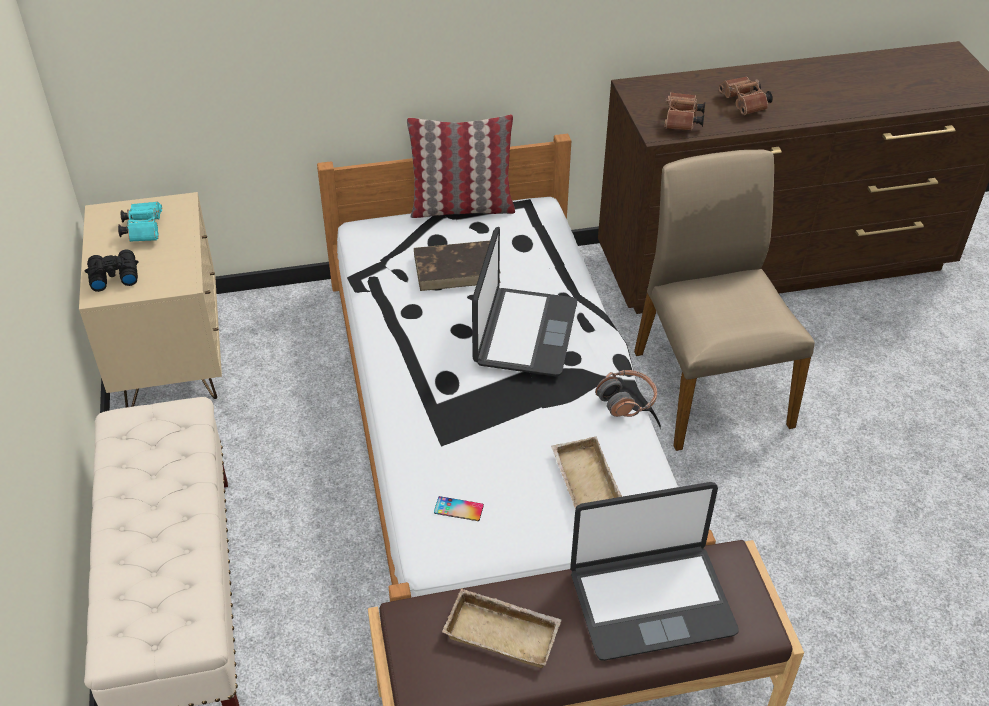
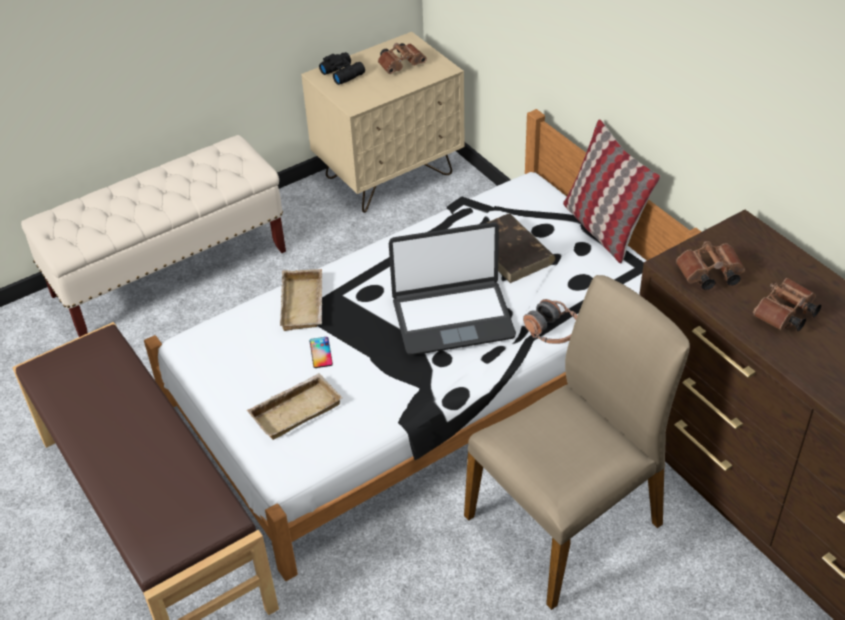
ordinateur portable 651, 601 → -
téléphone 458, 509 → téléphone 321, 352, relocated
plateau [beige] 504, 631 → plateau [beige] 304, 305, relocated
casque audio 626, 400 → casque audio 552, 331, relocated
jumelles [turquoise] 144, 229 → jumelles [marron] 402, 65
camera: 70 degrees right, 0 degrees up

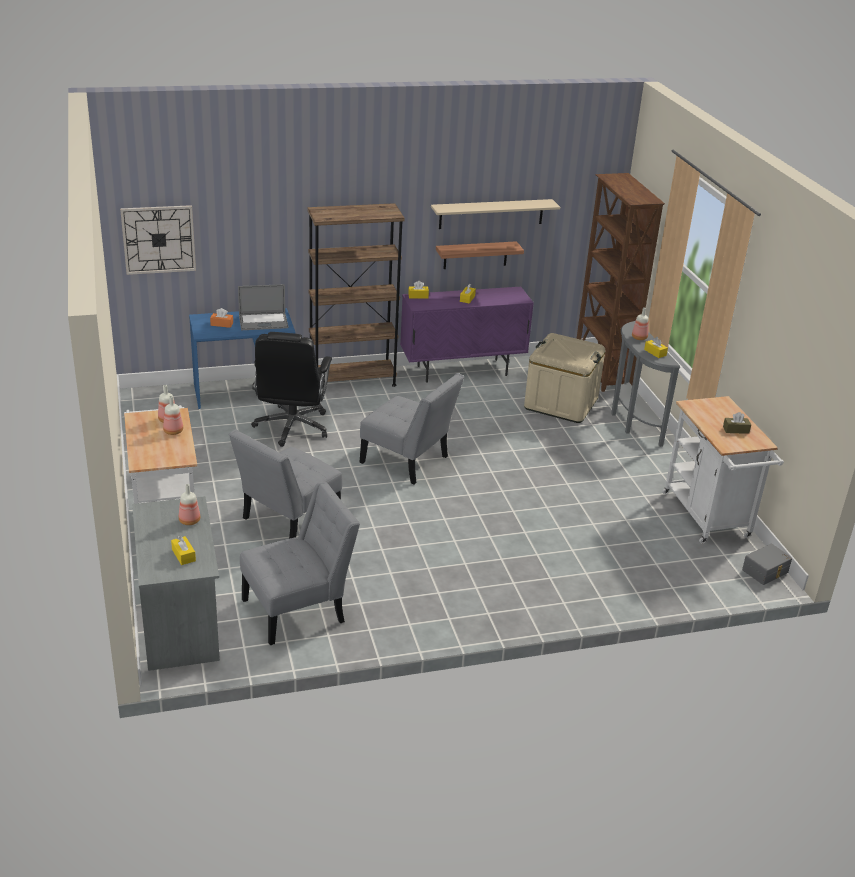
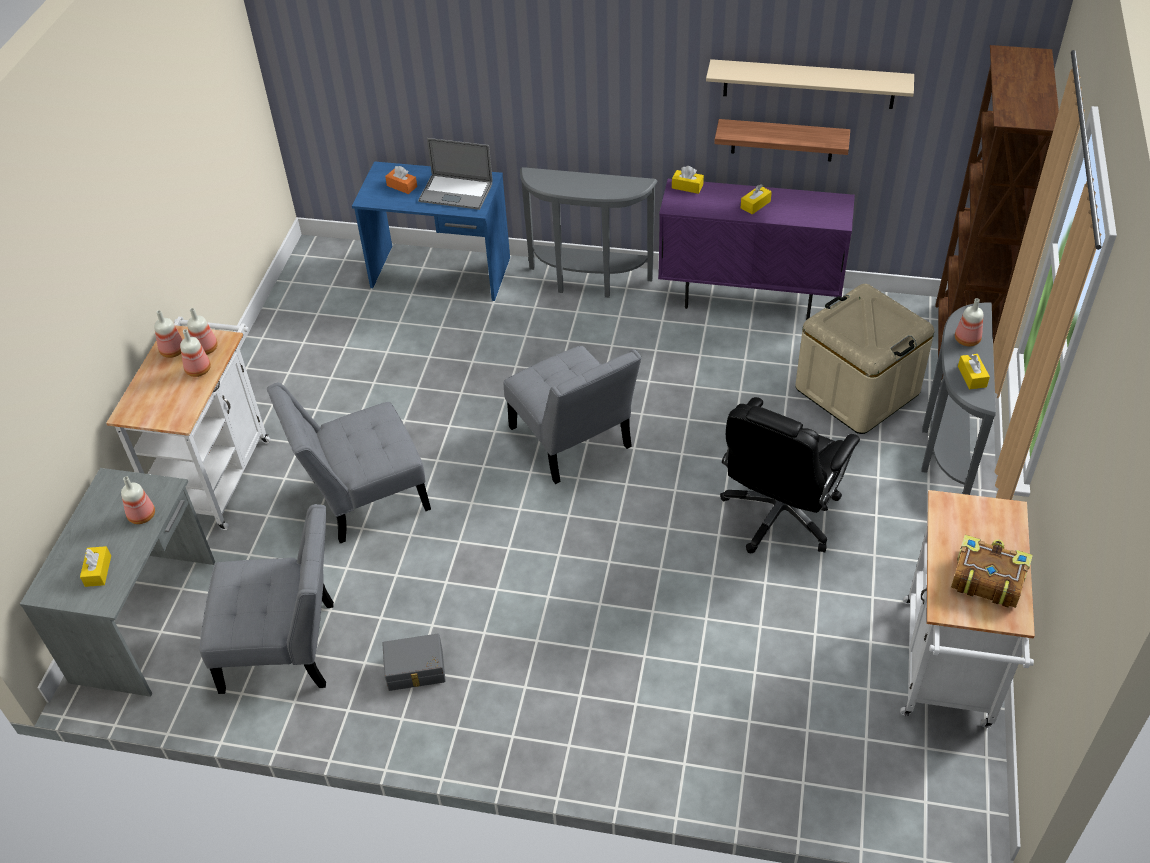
horloge murale 158, 239 → -
- → bouteille 173, 351
chaise de bureau [noir] 292, 427 → chaise de bureau [noir] 779, 515, relocated
boîte de rangement [gris] 766, 571 → boîte de rangement [gris] 415, 670, relocated
bibliothèque [marron] 352, 380 → table console [gris] 588, 283
boîte à mouchoirs [marron] 736, 430 → livre 987, 578
camera: 30 degrees right, 15 degrees up

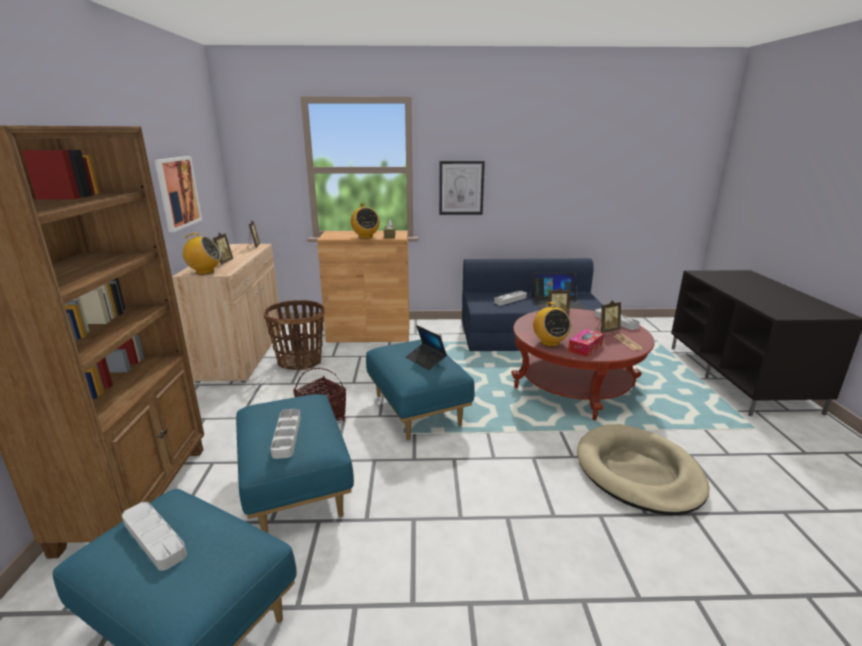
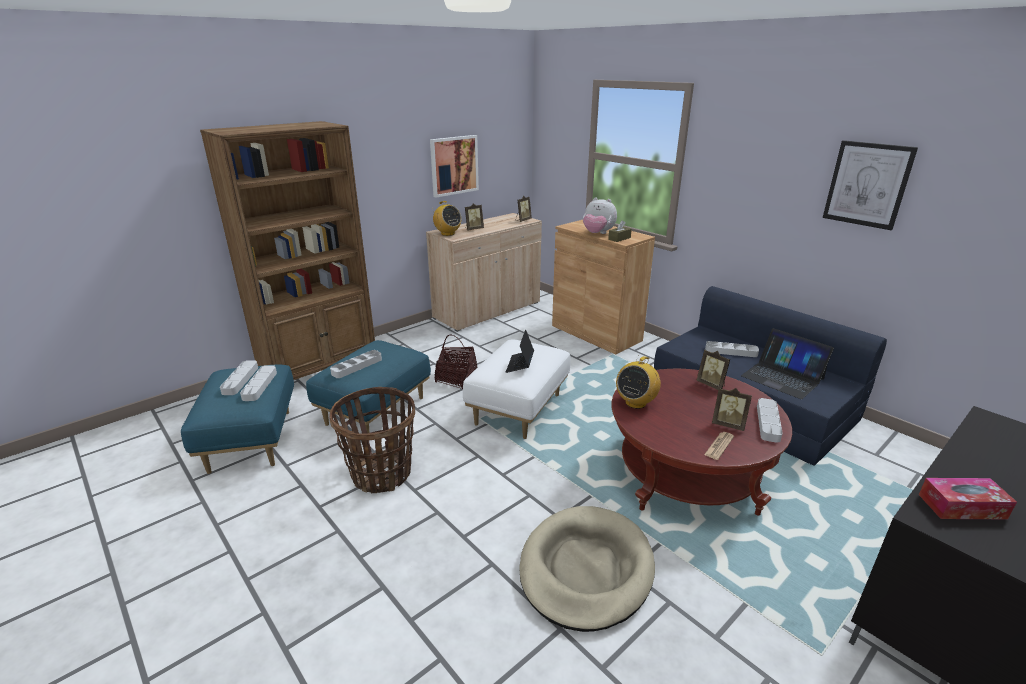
- → plateau [gris] 260, 385
panier 300, 361 → panier 381, 473, relocated
tableau 461, 188 → tableau 867, 184, relocated
boîte à mouchoirs 585, 348 → boîte à mouchoirs 961, 506, relocated
radio 365, 237 → peluche 597, 234
pouf [bleu] 418, 410 → pouf [blanc] 519, 410
camera: 50 degrees right, 5 degrees up

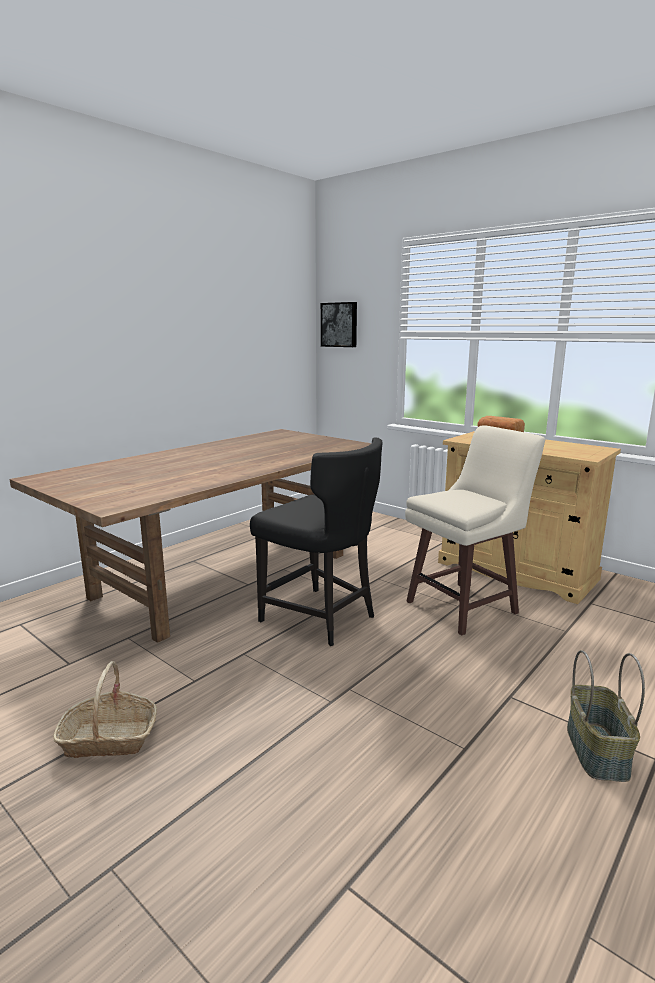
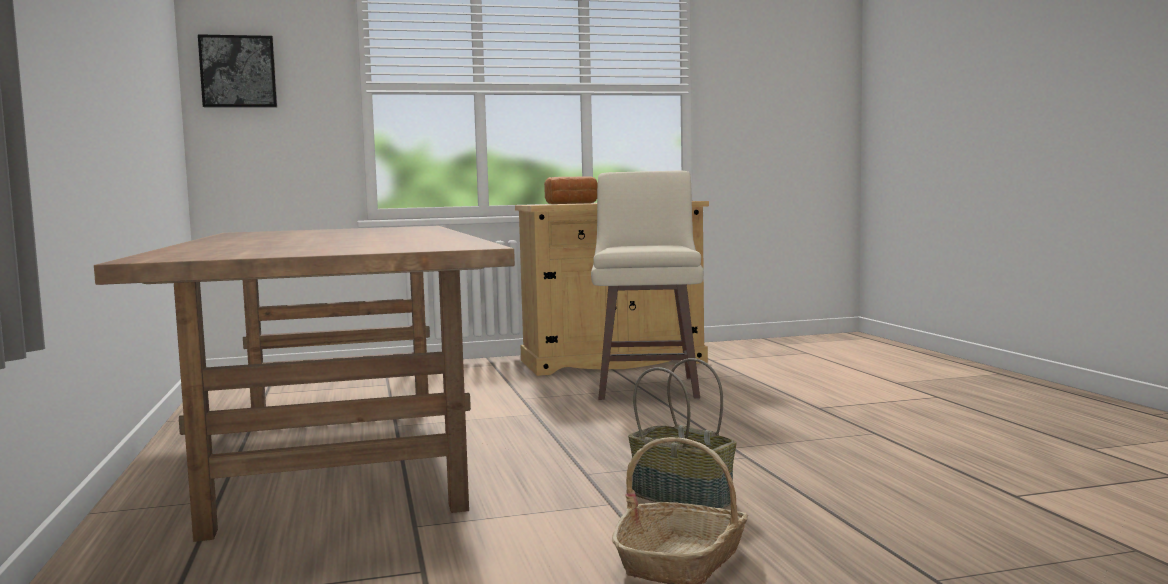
chaise [noir] 320, 618 → -
panier 598, 751 → panier 683, 497, relocated
camera: 55 degrees left, 10 degrees down

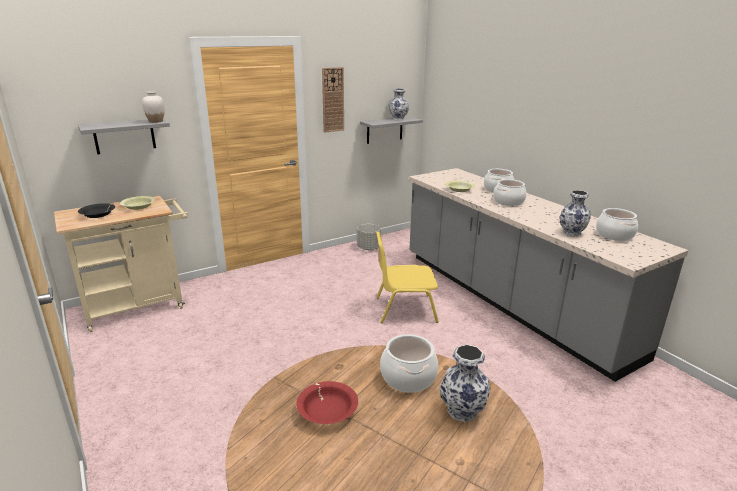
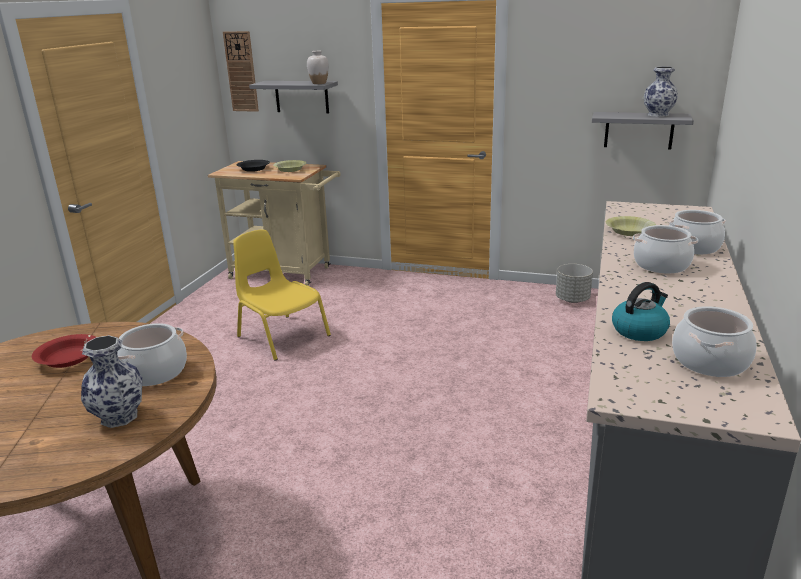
horloge murale 333, 100 → horloge murale 241, 72, relocated
chaise [jaune] 404, 309 → chaise [jaune] 282, 336, relocated
vase 571, 232 → bouilloire 639, 330
camera: 50 degrees right, 0 degrees up

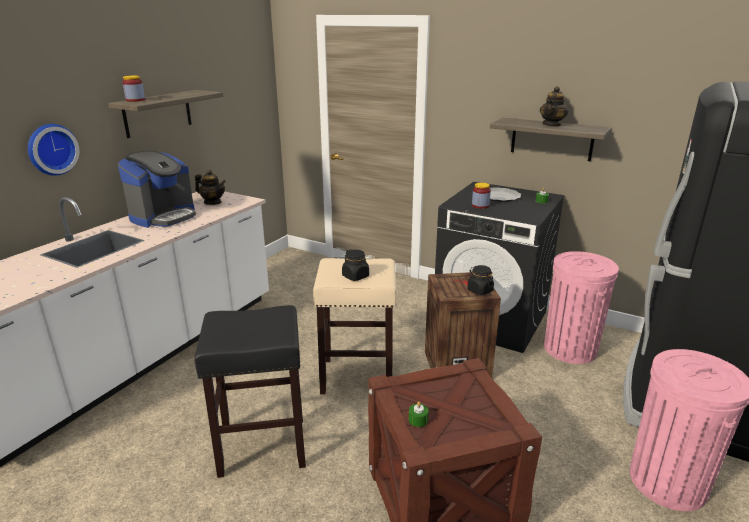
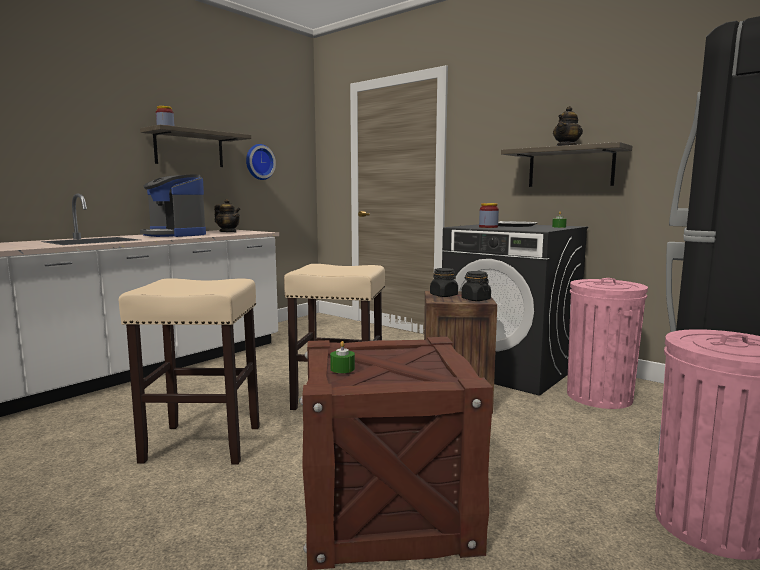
horloge murale 51, 149 → horloge murale 259, 162, relocated
bocal [noir] 355, 276 → bocal [noir] 444, 295, relocated
tabouret [noir] 261, 447 → tabouret [beige] 201, 444
machine à café 164, 216 → machine à café 175, 234, 90 degrees clockwise
camera: 10 degrees right, 15 degrees down

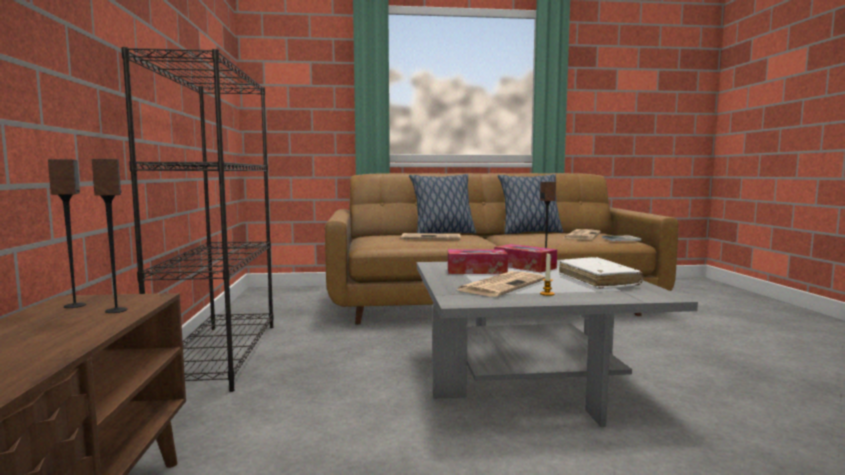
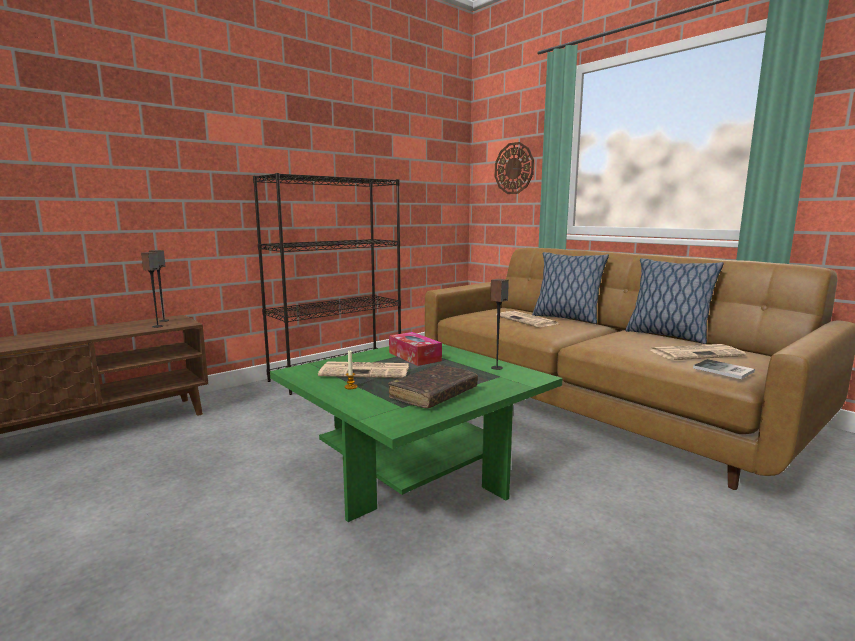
boîte à mouchoirs 524, 266 → -
- → horloge murale 514, 168
table basse [gris] 529, 379 → table basse [vert] 413, 469
livre [blanc] 598, 281 → livre [marron] 433, 394
camera: 55 degrees right, 5 degrees up

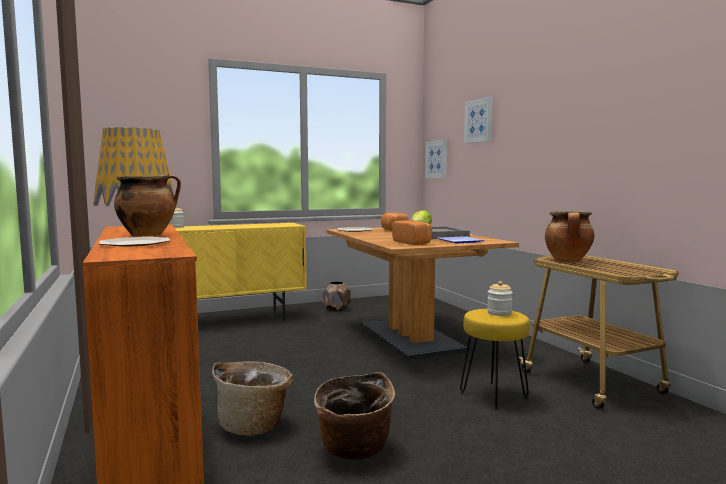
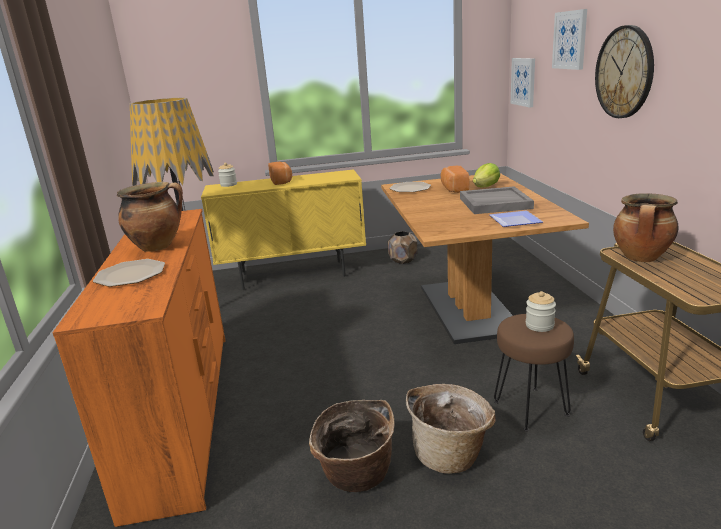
- → horloge murale 624, 72
panier 254, 425 → panier 450, 454, relocated
pain 413, 243 → pain 282, 181, relocated
tabouret [jaune] 493, 396 → tabouret [marron] 530, 409
camera: 15 degrees right, 15 degrees up

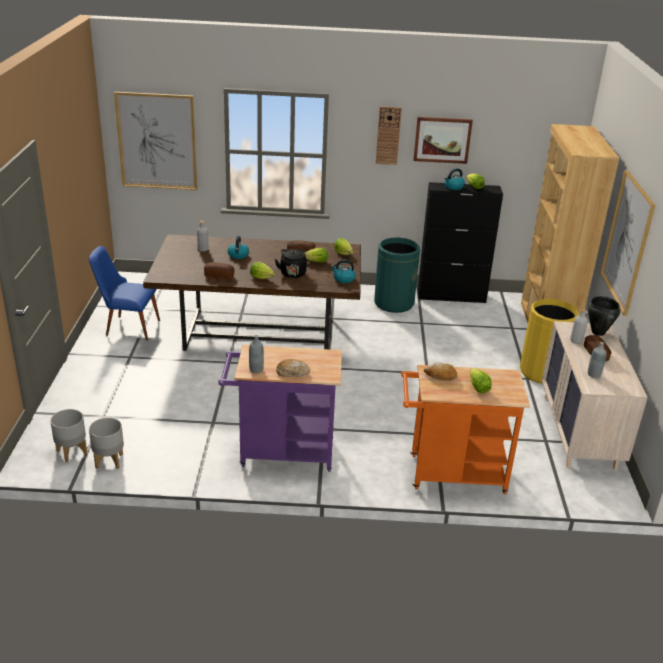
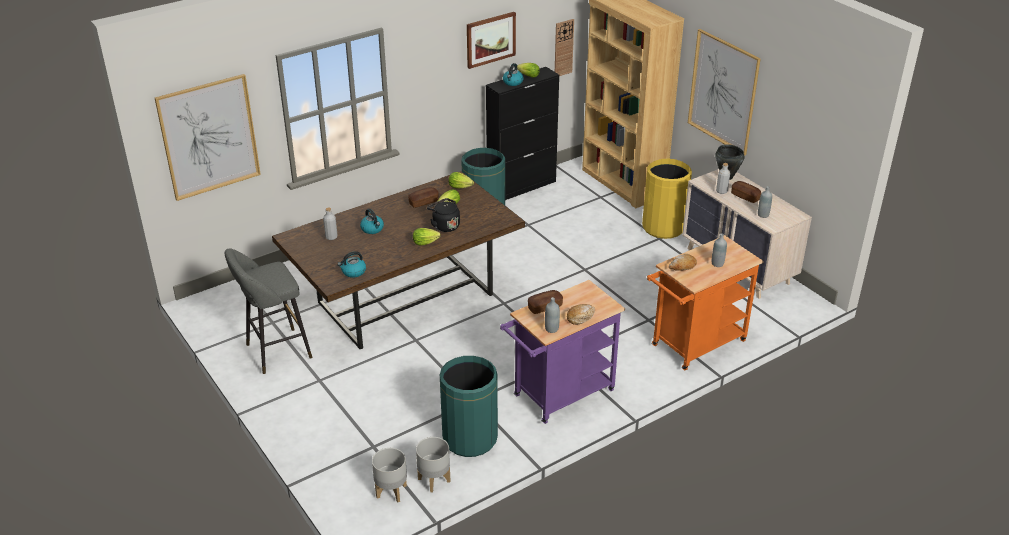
- → poubelle [vert] 470, 438
pain 219, 276 → pain 545, 307, relocated
bouilloire 343, 279 → bouilloire 353, 272, relocated
horloge murale 388, 135 → horloge murale 563, 48, relocated
chaise [bleu] 127, 327 → tabouret [gris] 274, 352
laitue 478, 388 → bouteille [gris] 717, 264
camera: 35 degrees left, 5 degrees up

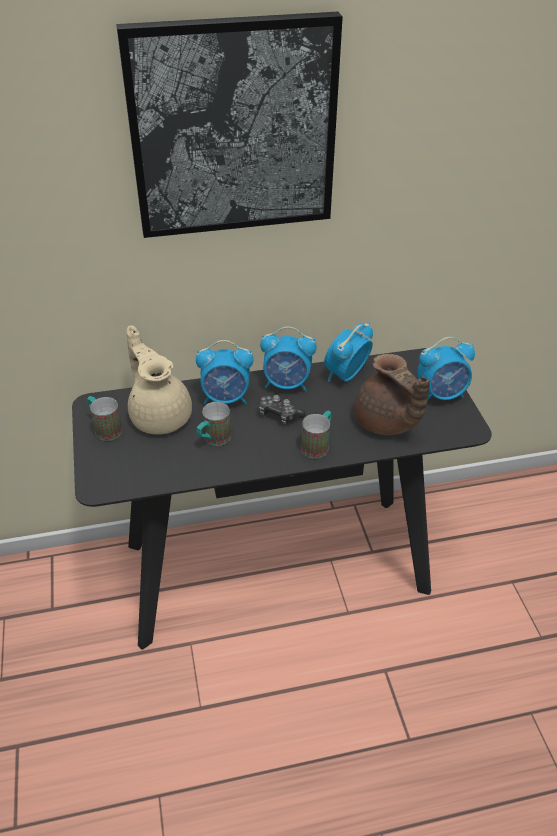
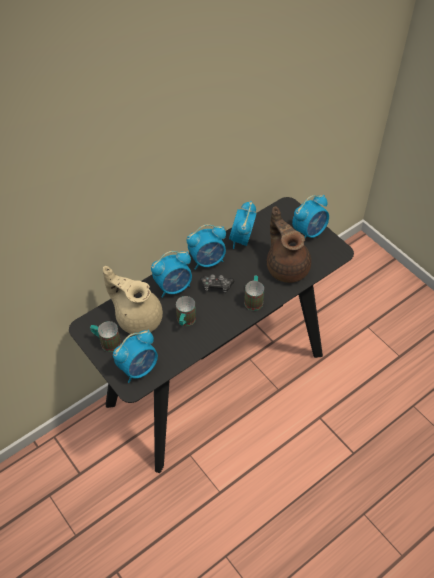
tableau 233, 128 → -
- → réveil 138, 368
théière [marron] 386, 423 → théière [marron] 286, 266, 150 degrees counterclockwise
camera: 25 degrees left, 10 degrees up

